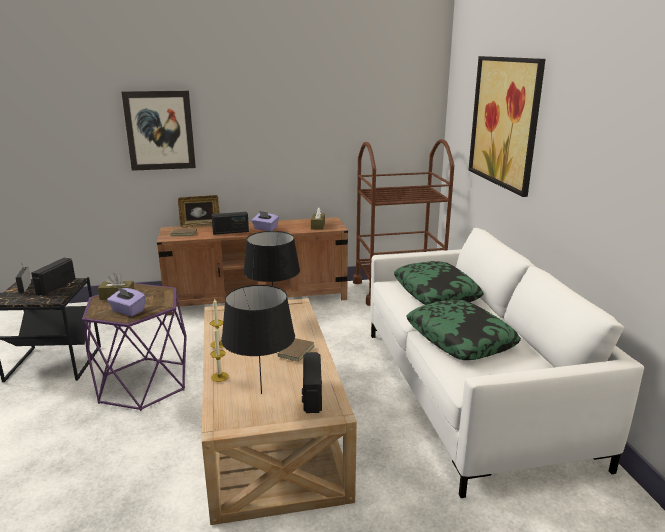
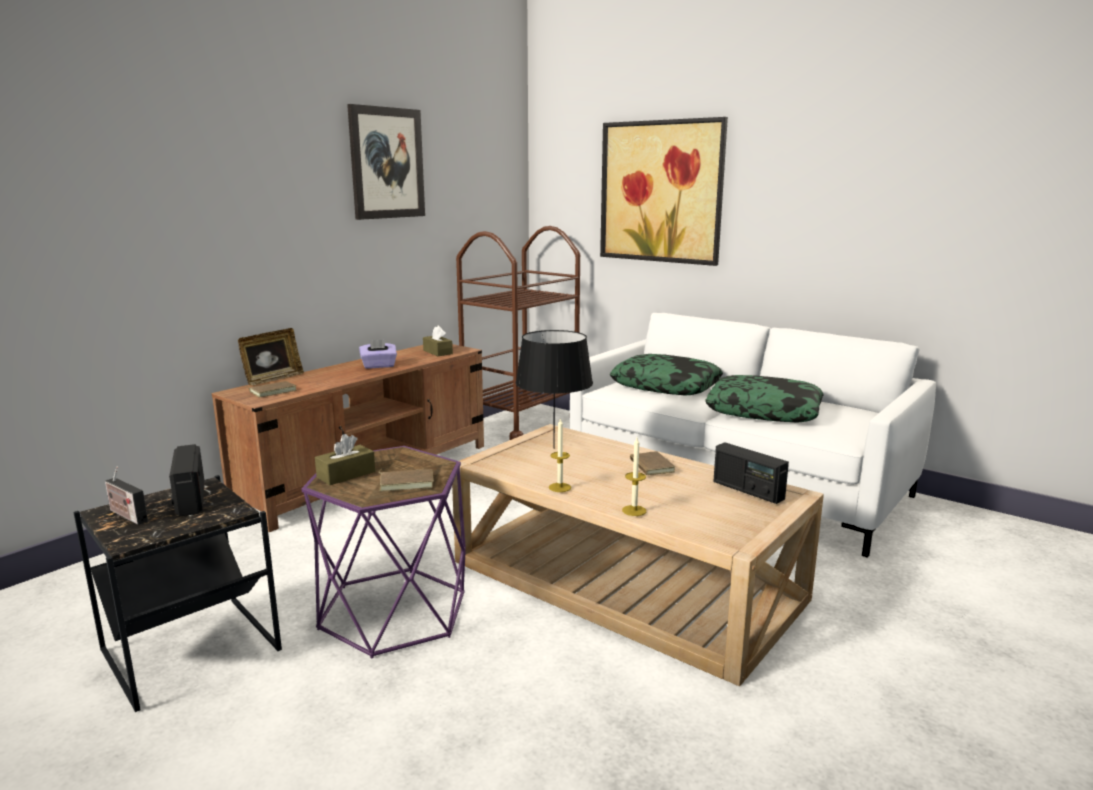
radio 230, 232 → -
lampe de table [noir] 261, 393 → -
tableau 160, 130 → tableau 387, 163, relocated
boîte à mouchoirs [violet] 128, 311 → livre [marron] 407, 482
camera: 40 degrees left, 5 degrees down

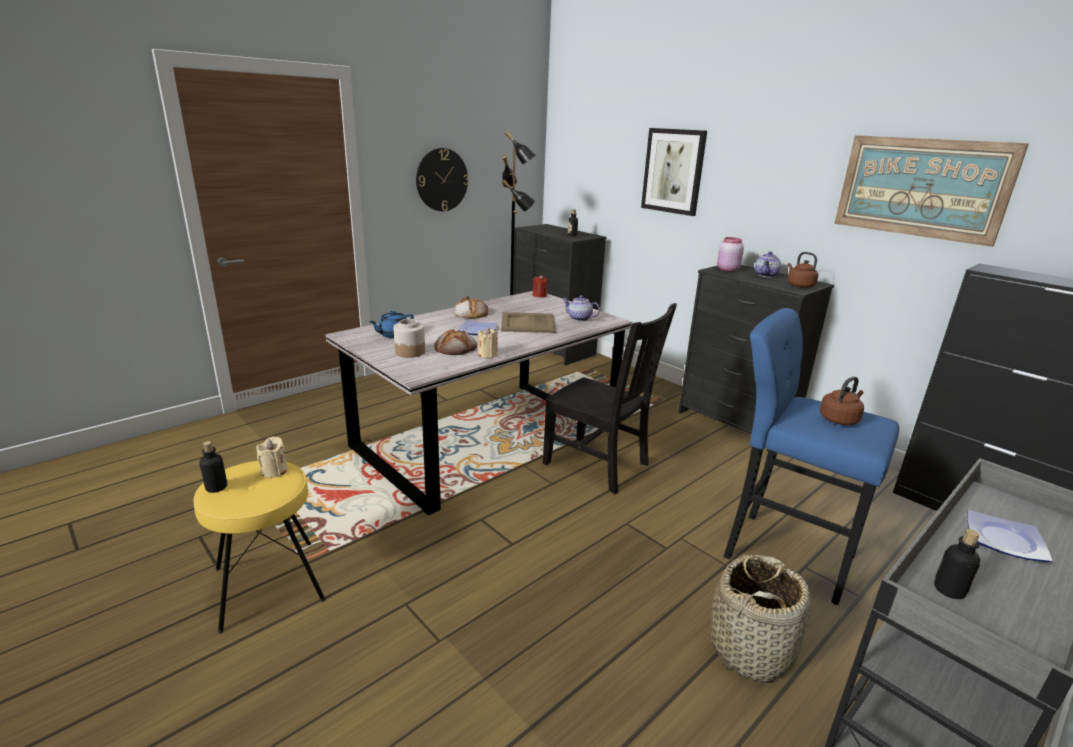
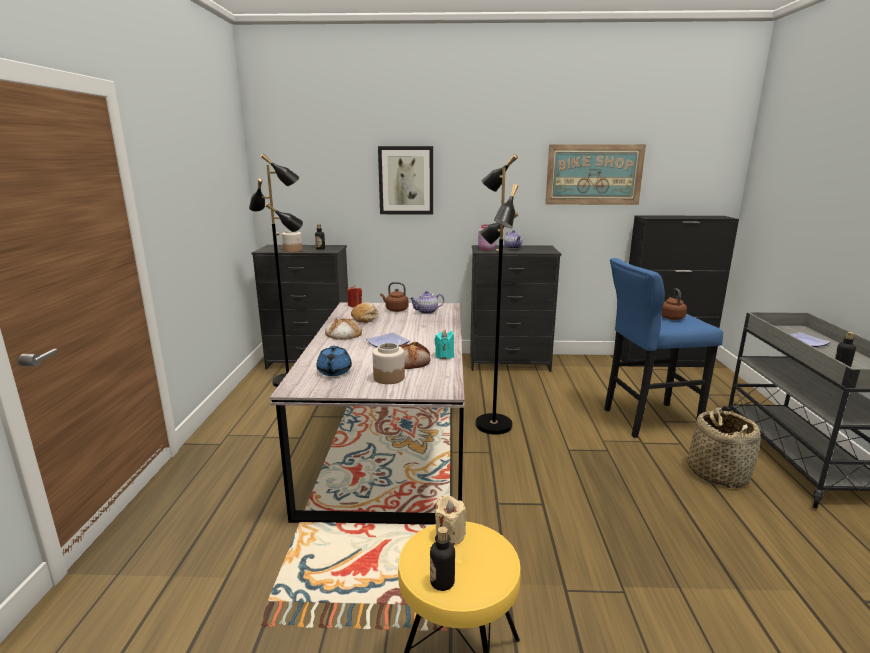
horloge murale 442, 180 → -
plateau [beige] 528, 323 → -
- → bocal 293, 250
- → pain 365, 318
bouilloire [marron] 799, 285 → bouilloire [marron] 395, 310, relocated
chaise [noir] 599, 465 → lampadaire [noir] 492, 425
bougie [beige] 487, 355 → bougie [turquoise] 444, 356
camera: 45 degrees left, 5 degrees down

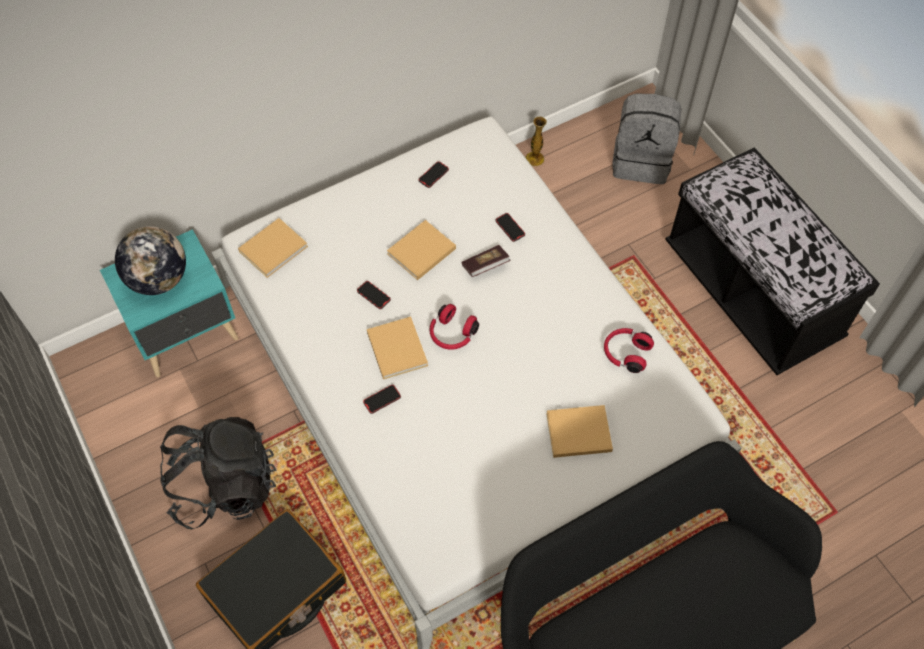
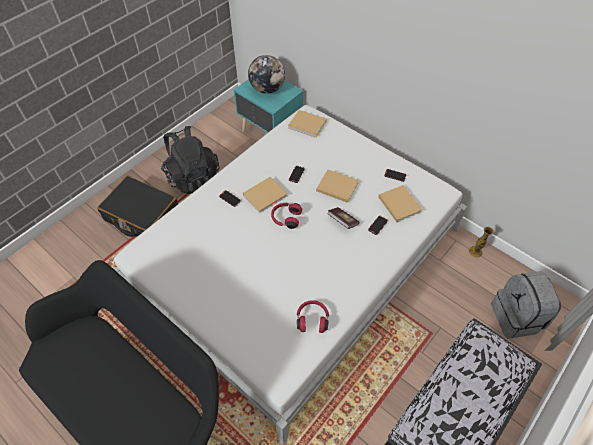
livre [beige] 576, 432 → livre [beige] 399, 203, relocated
camera: 70 degrees right, 5 degrees down

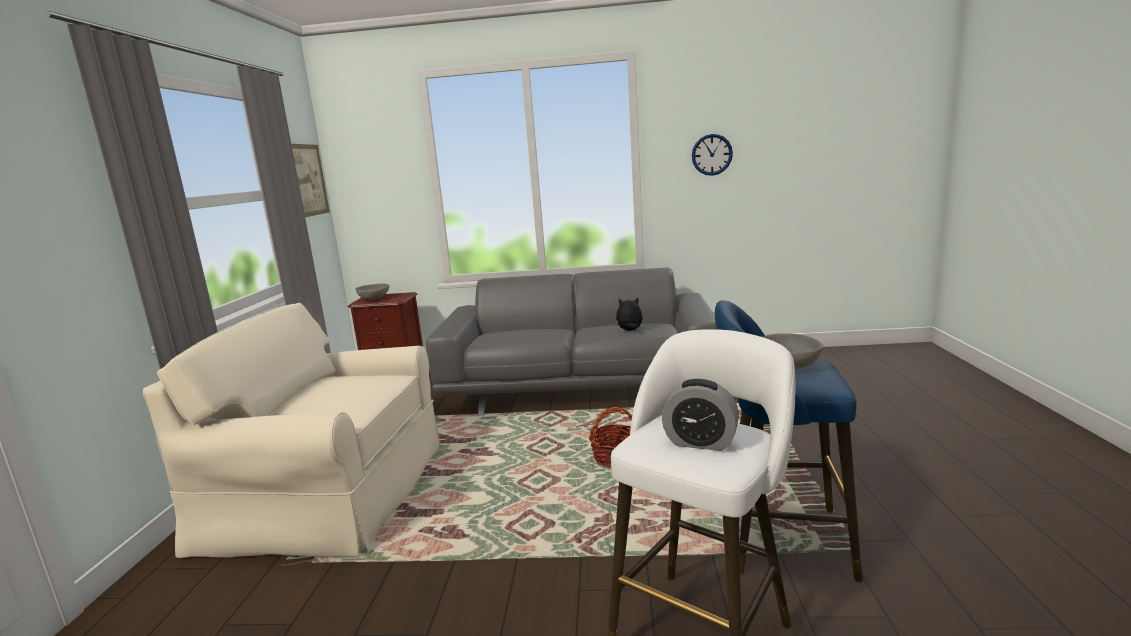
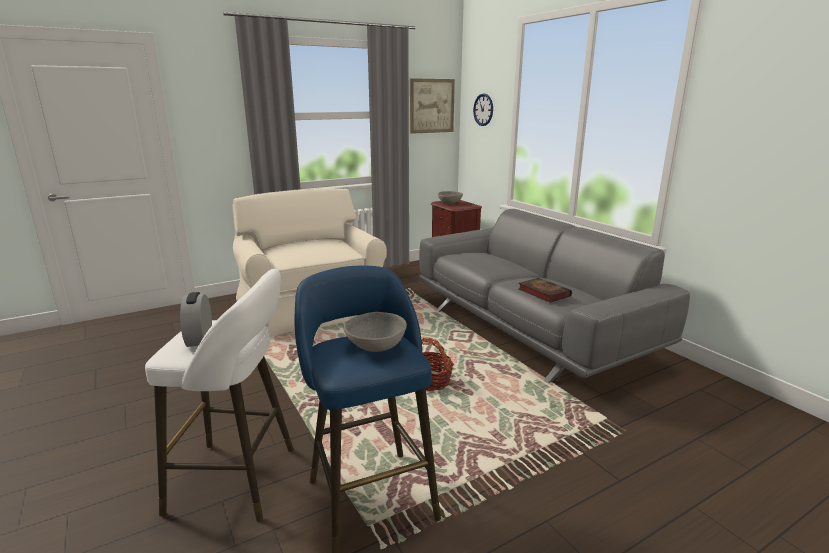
horloge murale 711, 154 → horloge murale 483, 109, relocated
peluche 630, 330 → livre 542, 292
camera: 55 degrees right, 5 degrees up

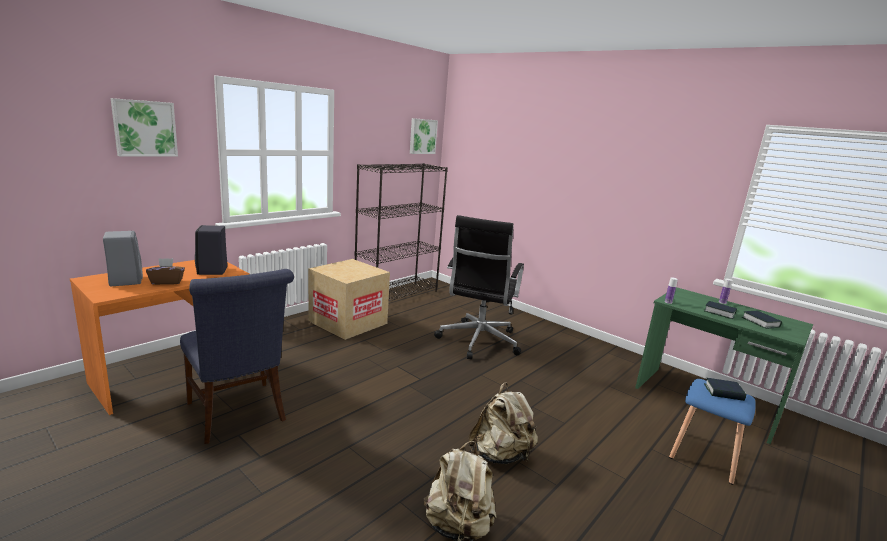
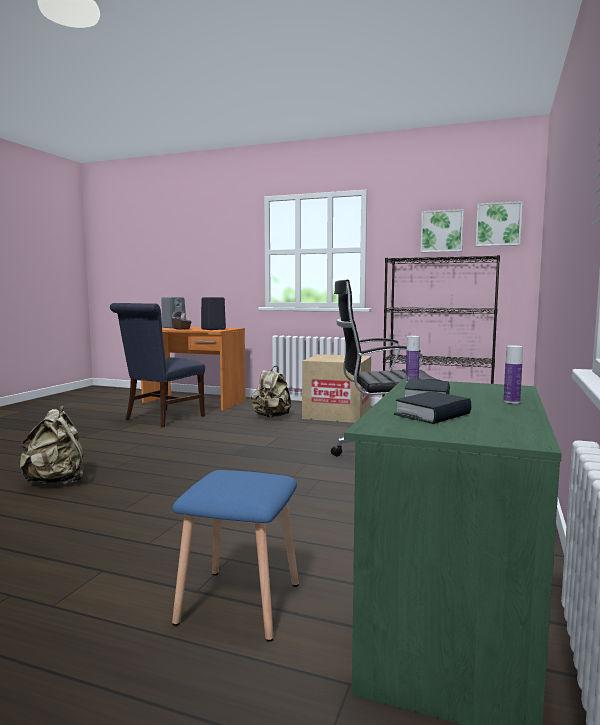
livre 723, 392 → -
tableau 144, 128 → tableau 442, 231, relocated
sac à dos [beige] 500, 455 → sac à dos [beige] 271, 417, relocated
camera: 70 degrees right, 10 degrees down

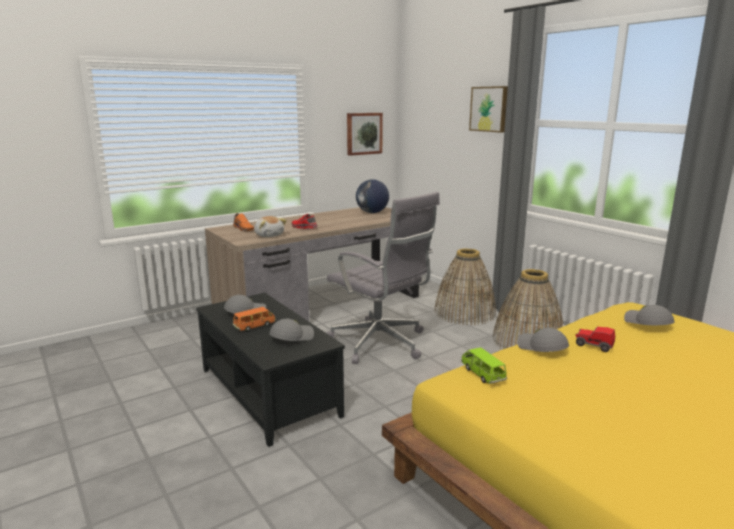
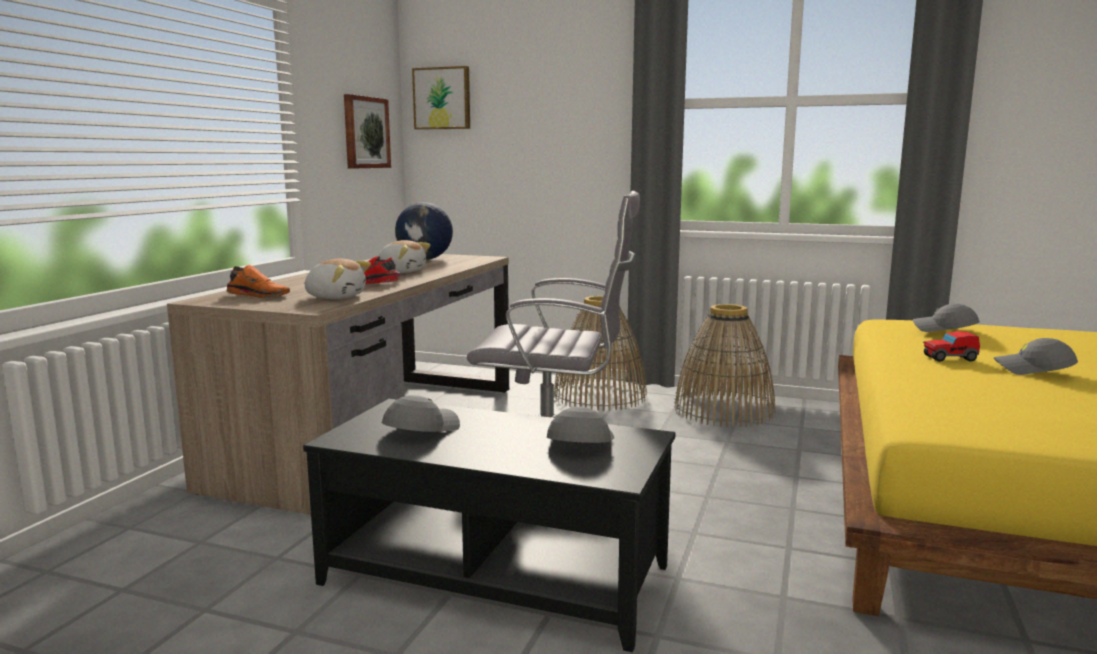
petite voiture [orange] 254, 326 → -
petite voiture [vert] 482, 374 → -
- → peluche 402, 272
tableau 489, 109 → tableau 442, 98, relocated
casquette [gris] 541, 348 → casquette [gris] 1033, 370, relocated
camera: 35 degrees left, 5 degrees down

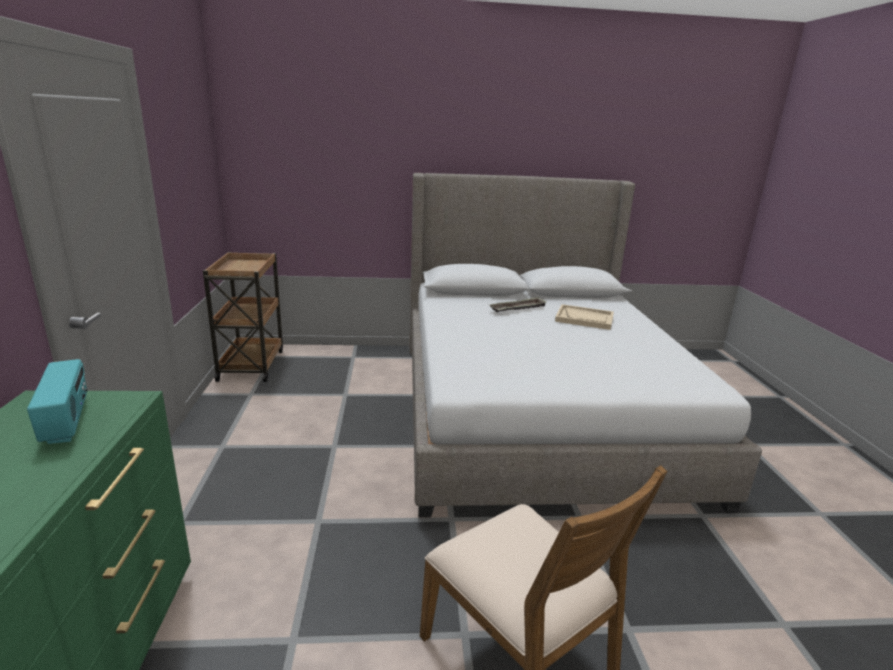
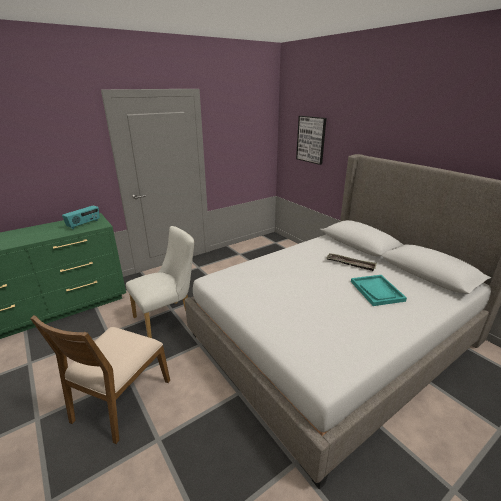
chariot [marron] 251, 364 → -
- → chaise [blanc] 168, 318
- → tableau 311, 139
plateau [beige] 584, 319 → plateau [turquoise] 377, 291
camera: 60 degrees right, 5 degrees up

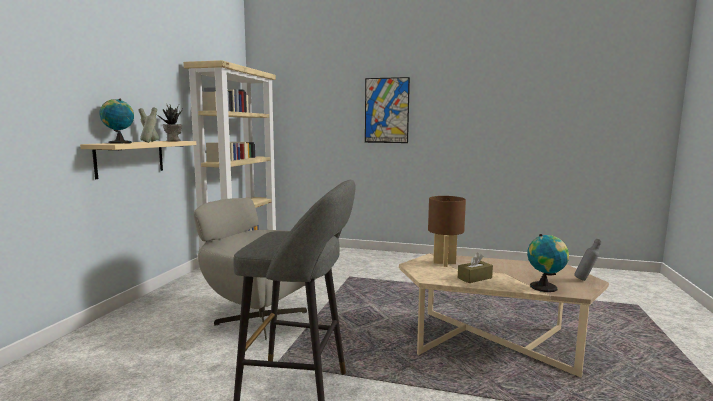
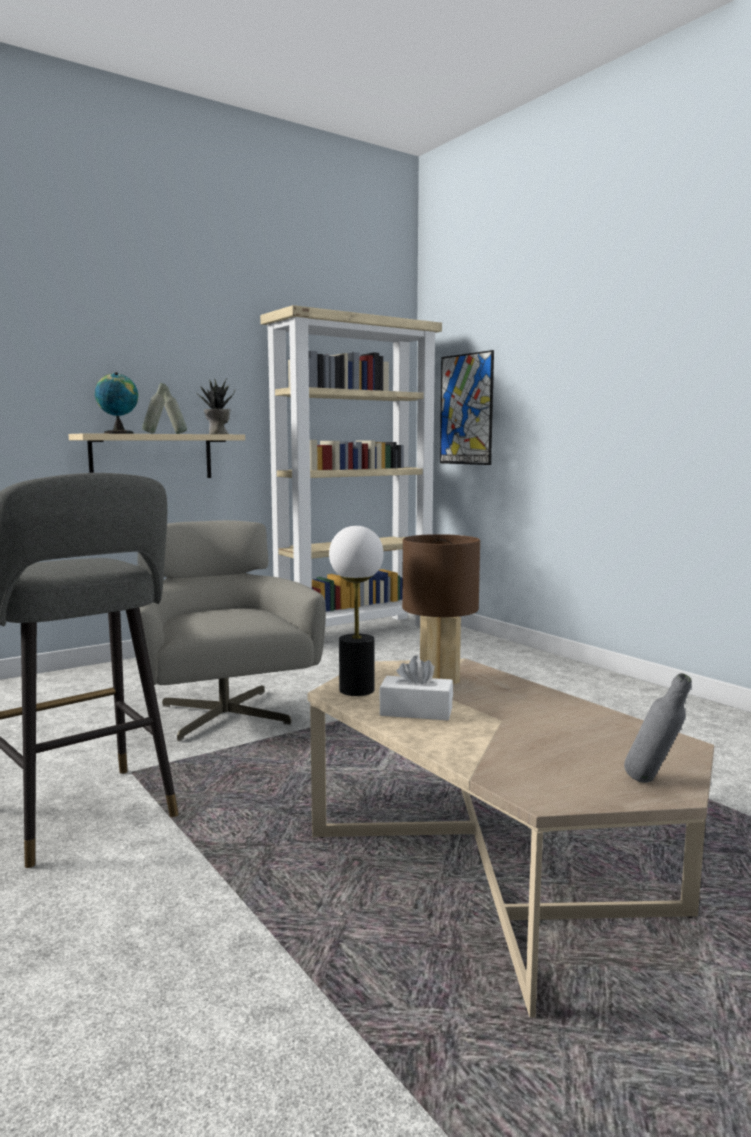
globe 545, 287 → -
- → lampe de table 357, 690
tableau 386, 110 → tableau 466, 409, relocated
boîte à mouchoirs [marron] 474, 278 → boîte à mouchoirs [blanc] 416, 711
camera: 40 degrees right, 0 degrees up

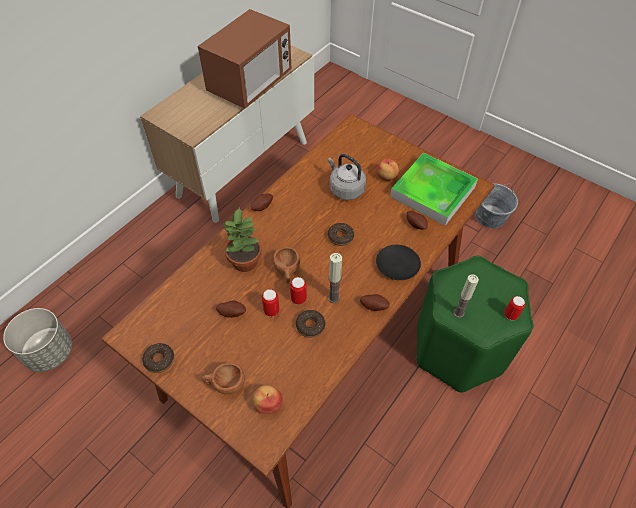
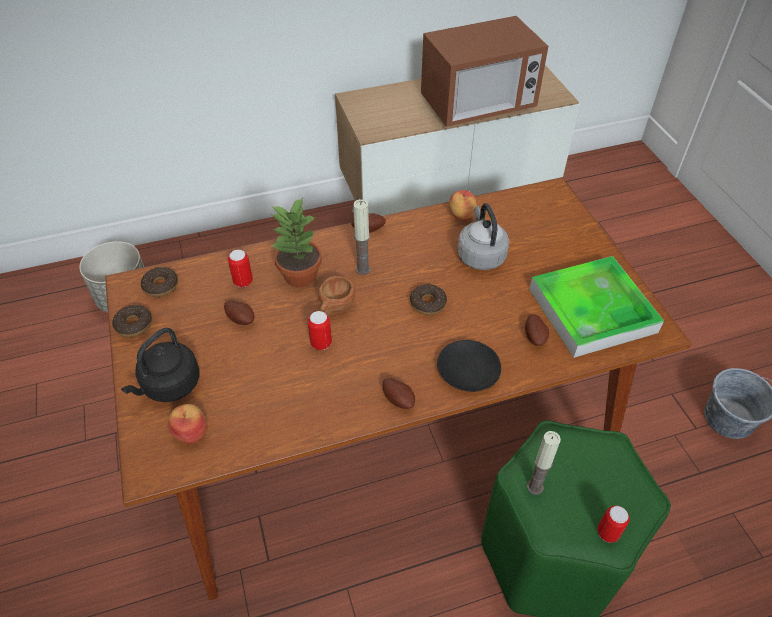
boîte métallique 271, 311 → boîte métallique 243, 282, relocated
beignet 310, 326 → beignet 161, 286, relocated
bougie 333, 298 → bougie 363, 269, relocated
pomme 386, 177 → pomme 461, 215, relocated
tasse [marron] 225, 384 → bouilloire [noir] 169, 386
camera: 35 degrees right, 5 degrees down

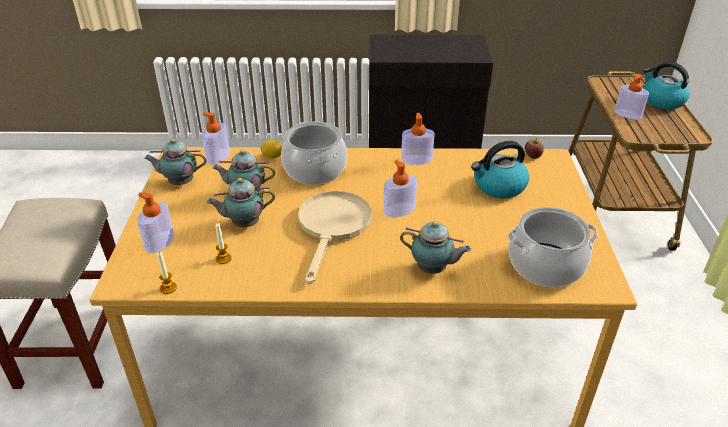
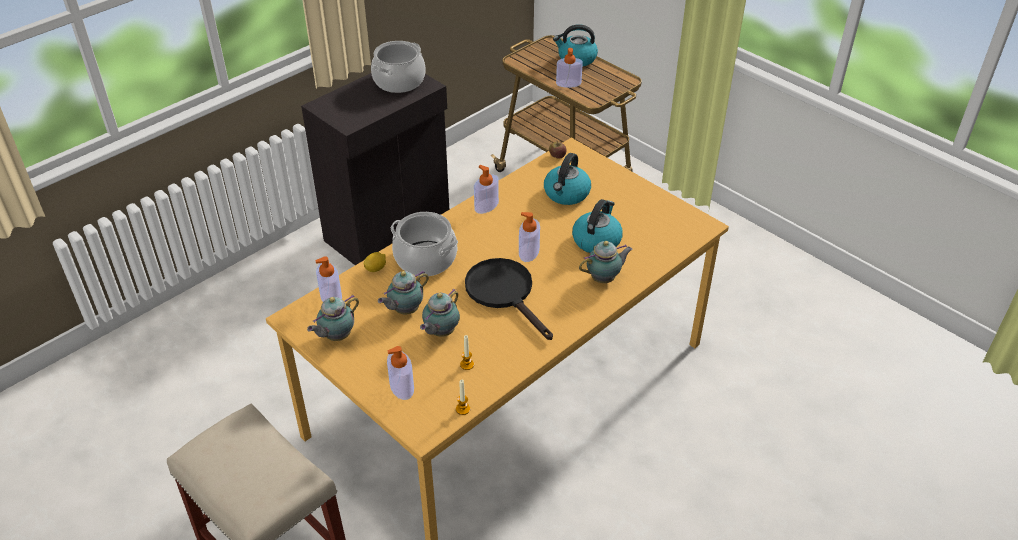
- → bouilloire 596, 240
marmite 545, 265 → marmite 399, 81, relocated
poêle [beige] 333, 227 → poêle [noir] 505, 293
camera: 45 degrees left, 5 degrees up

